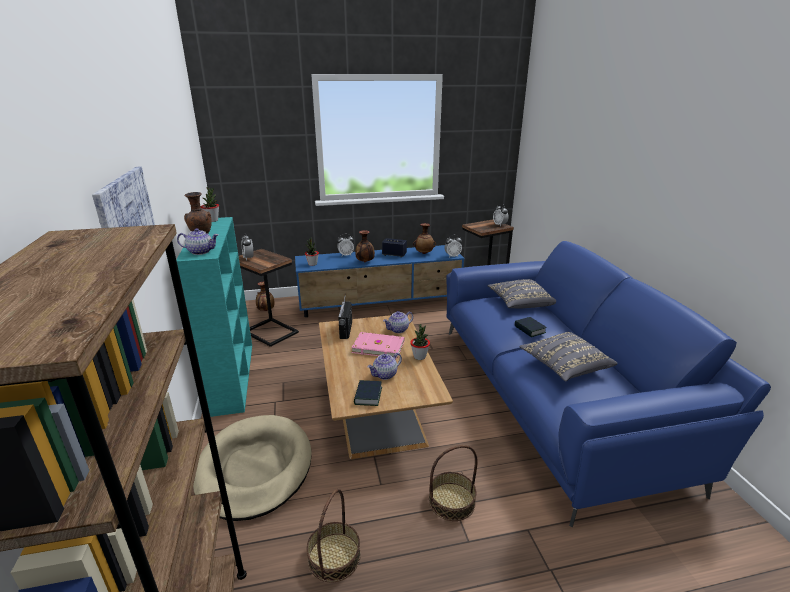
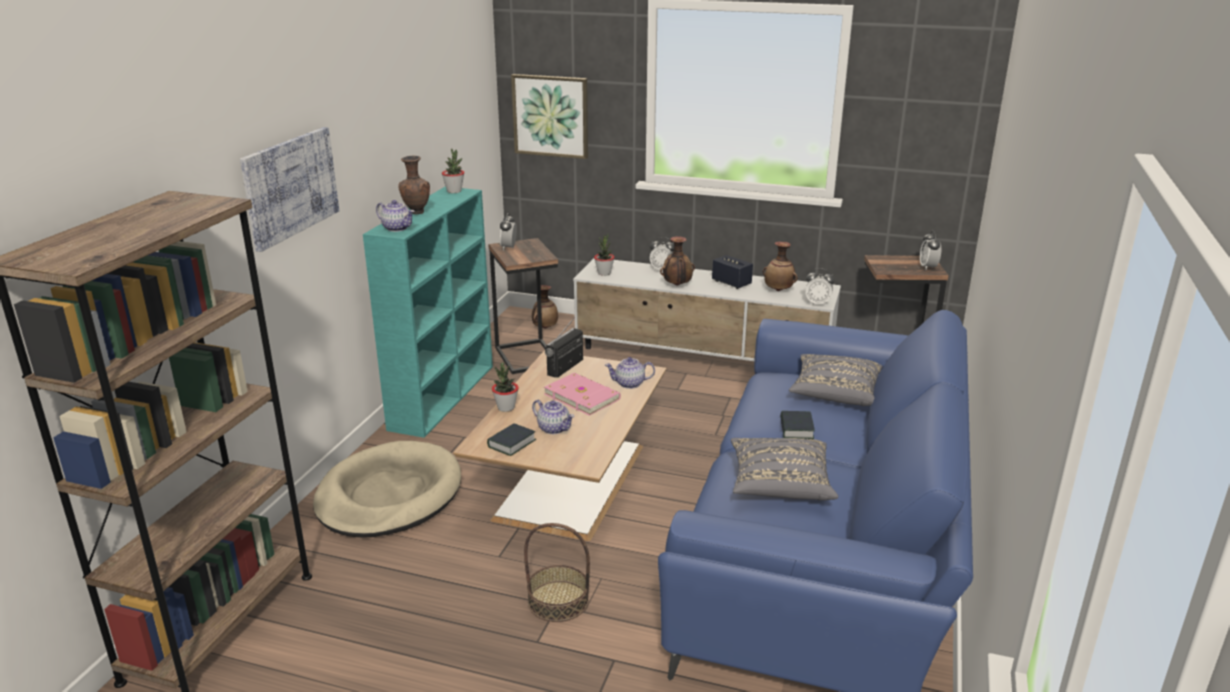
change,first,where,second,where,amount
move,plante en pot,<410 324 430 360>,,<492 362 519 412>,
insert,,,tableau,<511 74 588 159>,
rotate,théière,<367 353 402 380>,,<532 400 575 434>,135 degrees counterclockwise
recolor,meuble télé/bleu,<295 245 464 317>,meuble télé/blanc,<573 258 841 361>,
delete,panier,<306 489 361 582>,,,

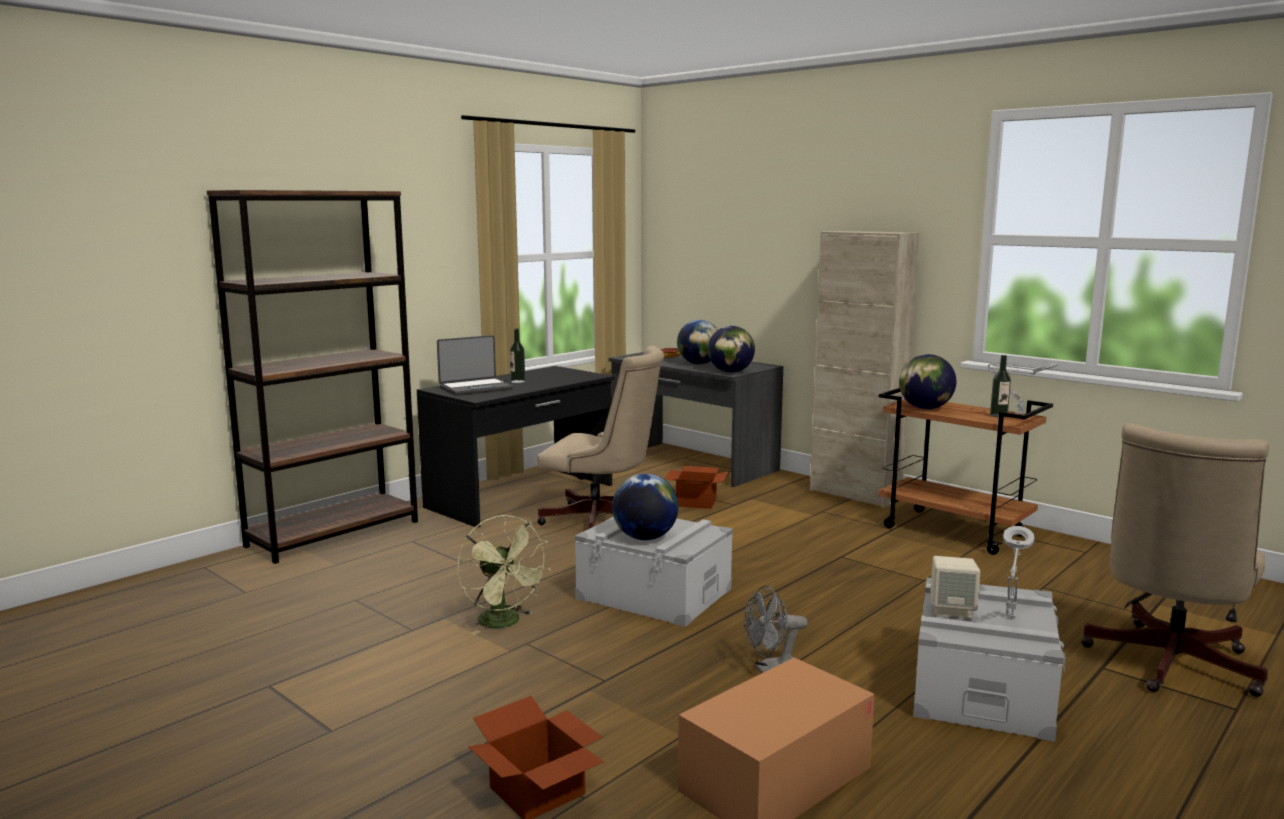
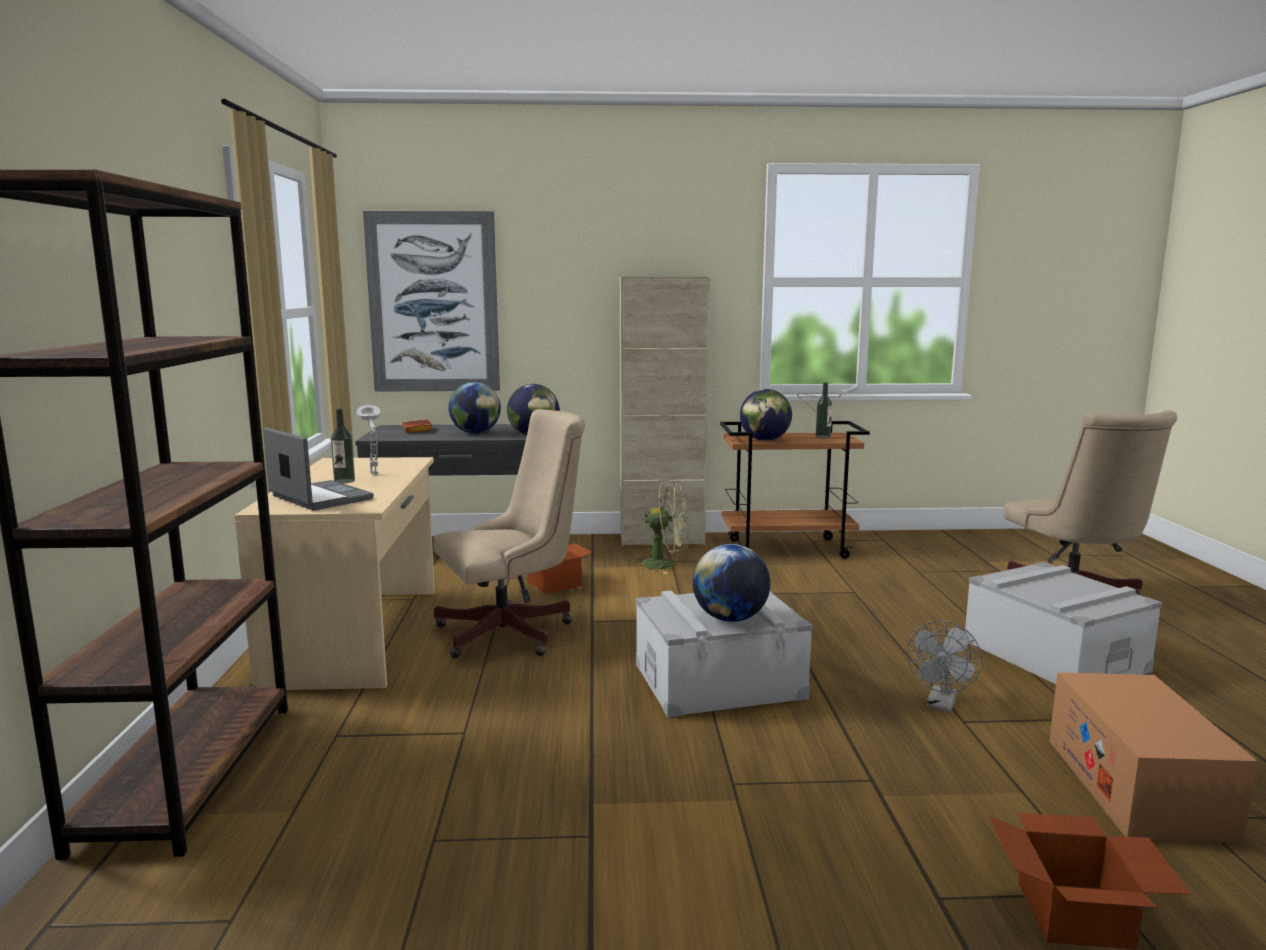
change,first,where,second,where,amount
recolor,bureau/noir,<417 366 615 528>,bureau/beige,<235 457 435 690>,
rotate,ordinateur portable,<437 335 513 396>,,<263 428 374 511>,60 degrees counterclockwise
move,lampe de table/gris,<1003 526 1035 618>,,<357 405 381 474>,
insert,,,tableau,<363 211 500 392>,
move,ventilateur/vert,<457 515 551 635>,,<634 482 689 574>,
delete,enceinte/beige,<931 556 980 619>,,,

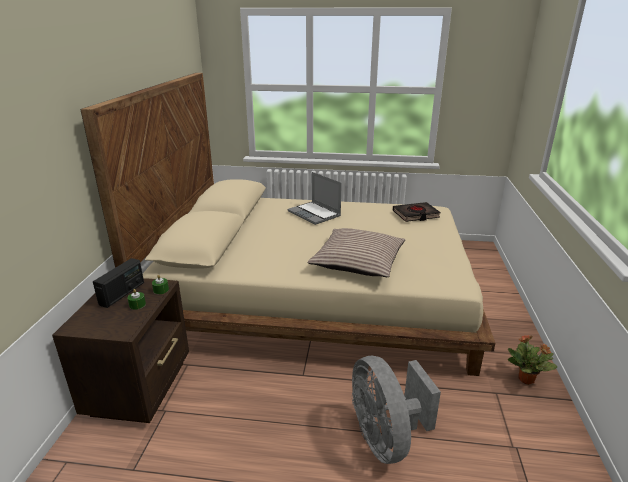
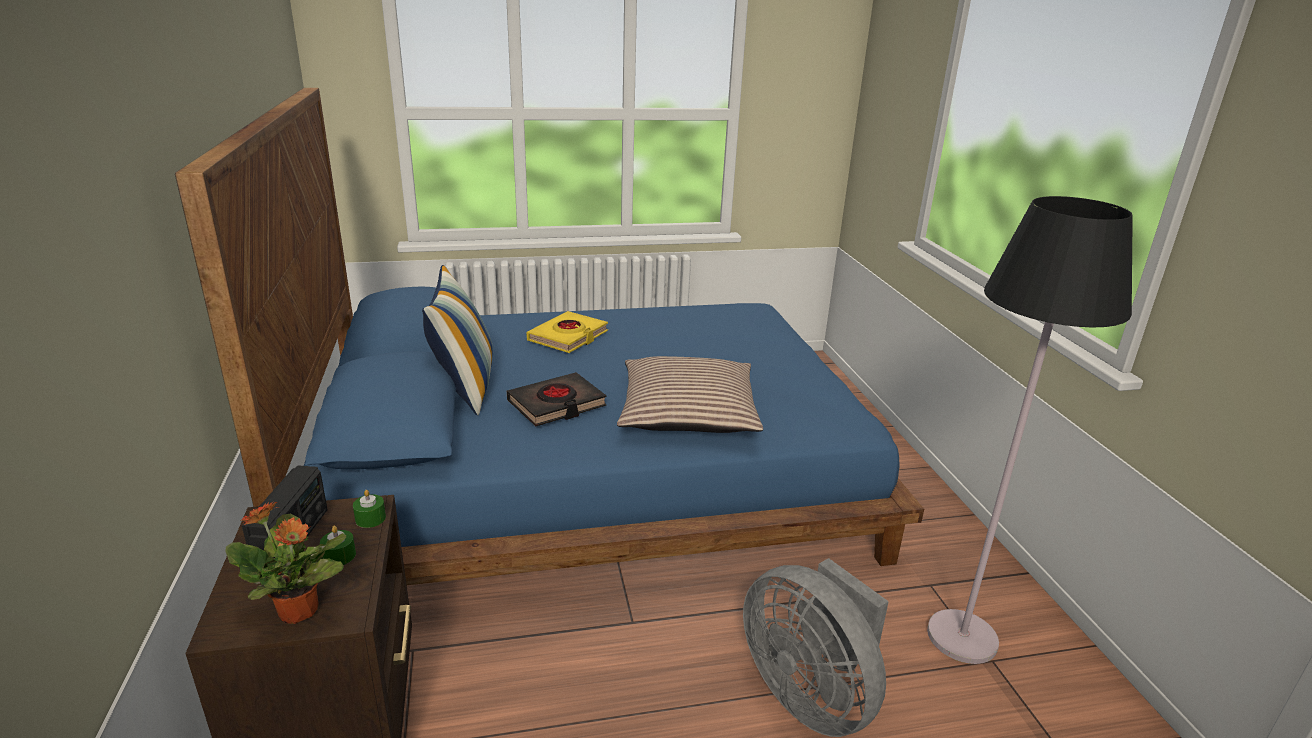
change,first,where,second,where,amount
recolor,lit/beige,<81 73 495 376>,lit/bleu,<175 88 924 585>,
move,plante en pot,<507 335 557 385>,,<225 502 346 624>,
insert,,,coussin,<422 265 493 416>,
move,livre/noir,<393 202 441 222>,,<507 372 607 426>,
replace,ordinateur portable,<288 172 342 225>,livre/jaune,<526 311 608 353>,
insert,,,lampadaire/noir,<927 196 1133 664>,

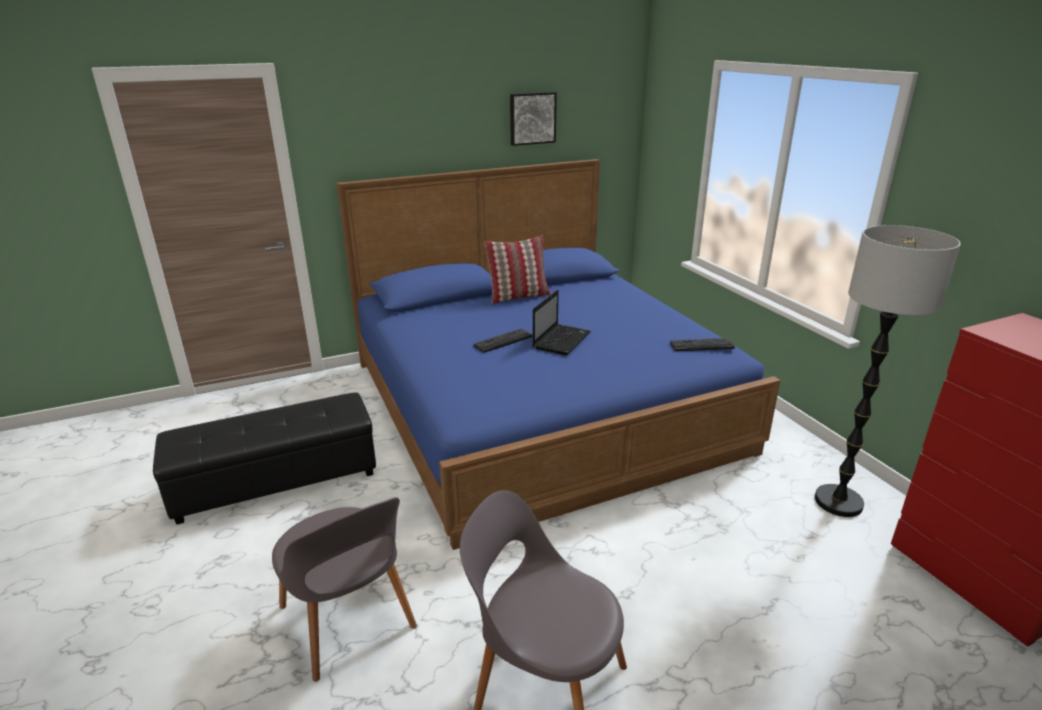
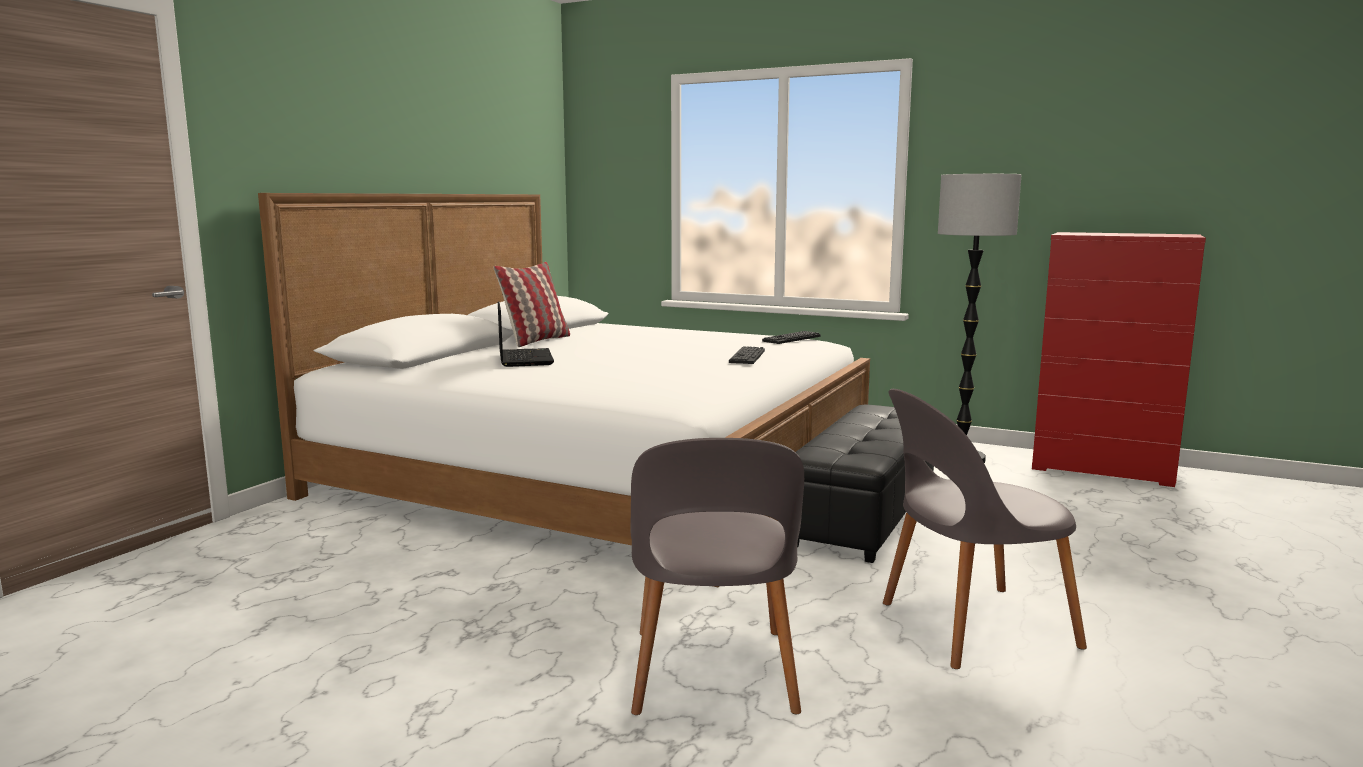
change,first,where,second,where,amount
recolor,lit/bleu,<336 159 780 550>,lit/blanc,<258 193 870 587>,
move,ordinateur portable,<533 290 591 355>,,<498 301 554 367>,
rotate,chaise/gris,<272 497 417 682>,,<630 438 804 715>,75 degrees clockwise
move,clavier,<473 329 532 353>,,<729 346 765 364>,
move,pouf/noir,<153 392 376 524>,,<796 404 934 563>,
delete,tableau,<510 92 557 146>,,,

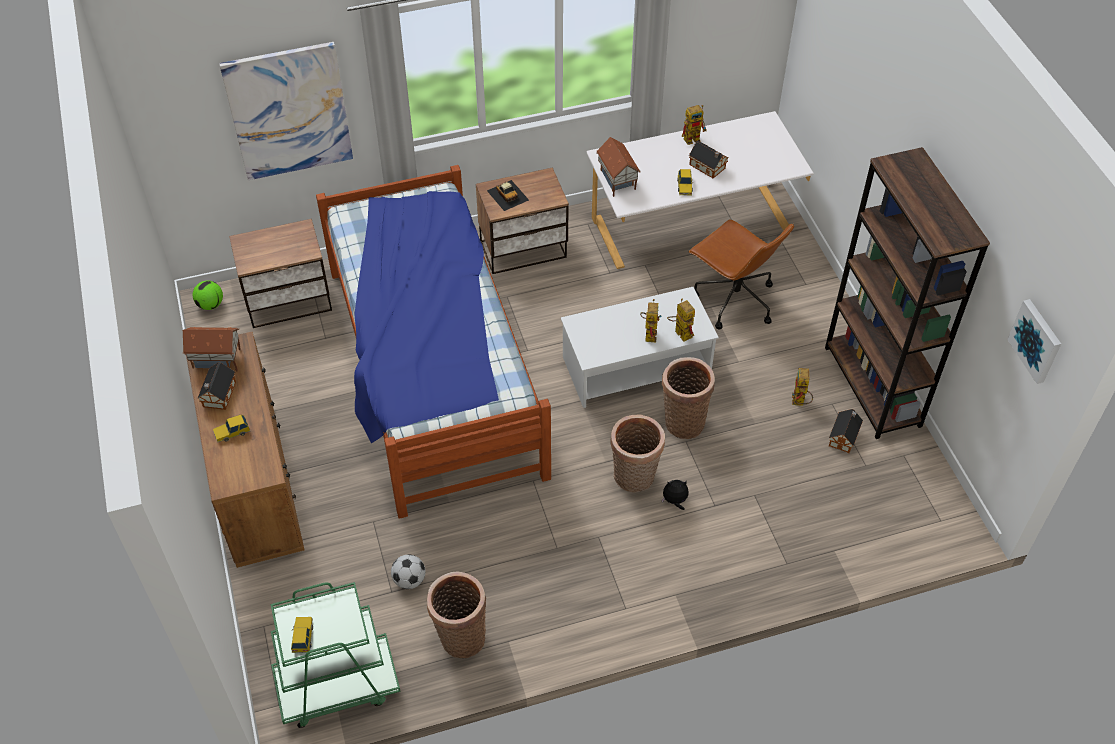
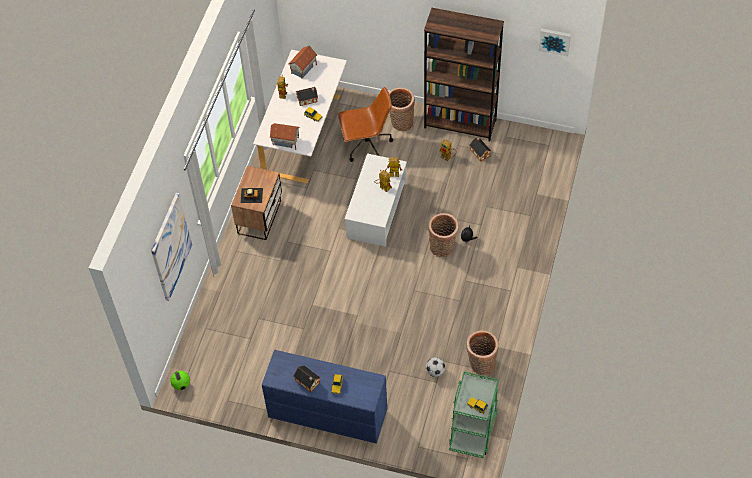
change,first,where,second,where,amount
recolor,commode/marron,<186 332 305 568>,commode/bleu,<262 350 387 444>,
move,maison miniature,<183 327 241 371>,,<288 46 317 79>,
move,panier,<662 357 715 439>,,<389 87 415 131>,
delete,table de chevet,<229 219 332 328>,,,
delete,lit,<316 165 551 519>,,,

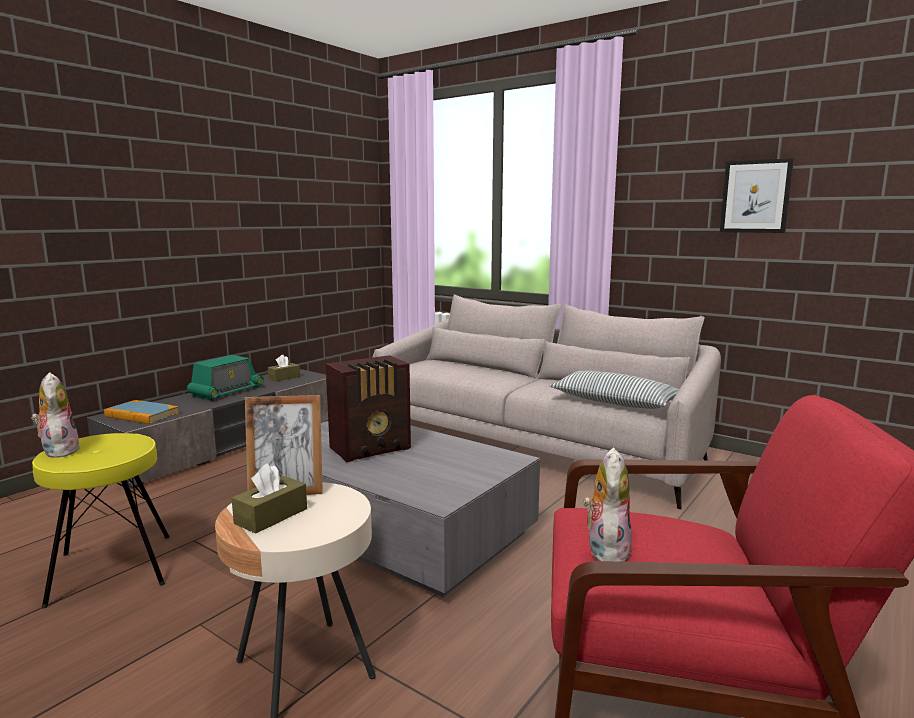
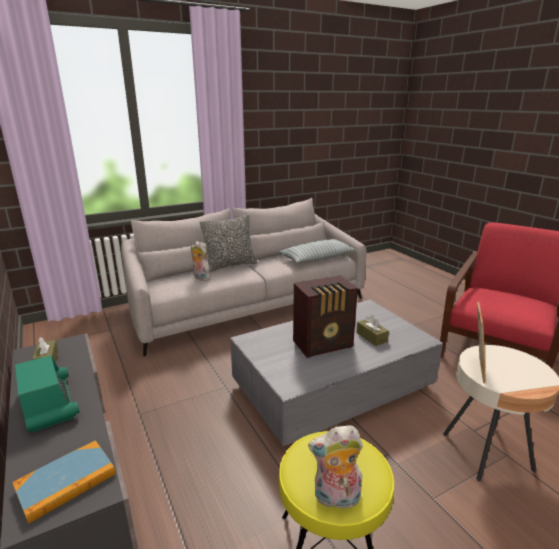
change,first,where,second,where,amount
move,peluche,<583 447 632 562>,,<191 241 211 281>,
insert,,,coussin,<200 215 257 272>,
rotate,radio,<326 355 411 462>,,<293 275 358 358>,75 degrees clockwise
move,boîte à mouchoirs/marron,<232 463 307 534>,,<356 315 389 346>,
delete,tableau,<720 158 794 233>,,,

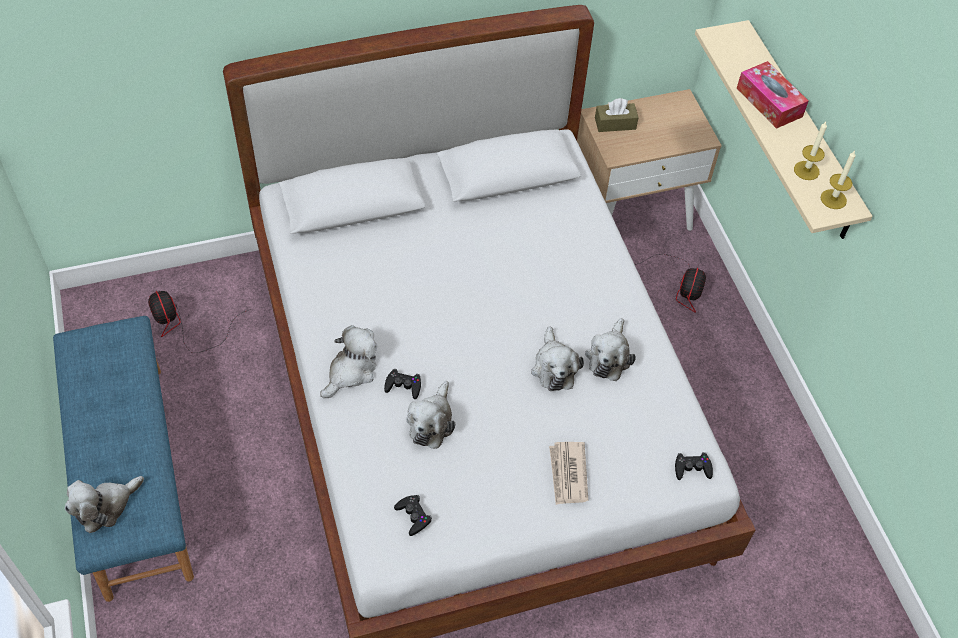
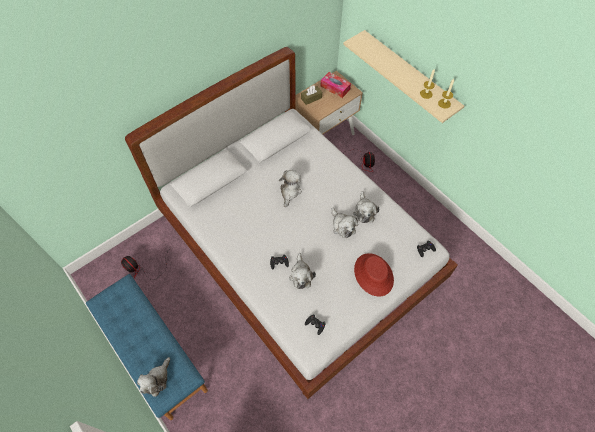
change,first,where,second,where,amount
move,peluche,<320 325 377 398>,,<279 170 302 207>,
move,boîte à mouchoirs,<737 61 809 129>,,<320 72 351 98>,
replace,journal,<549 442 588 505>,chapeau/rouge,<354 253 394 296>,

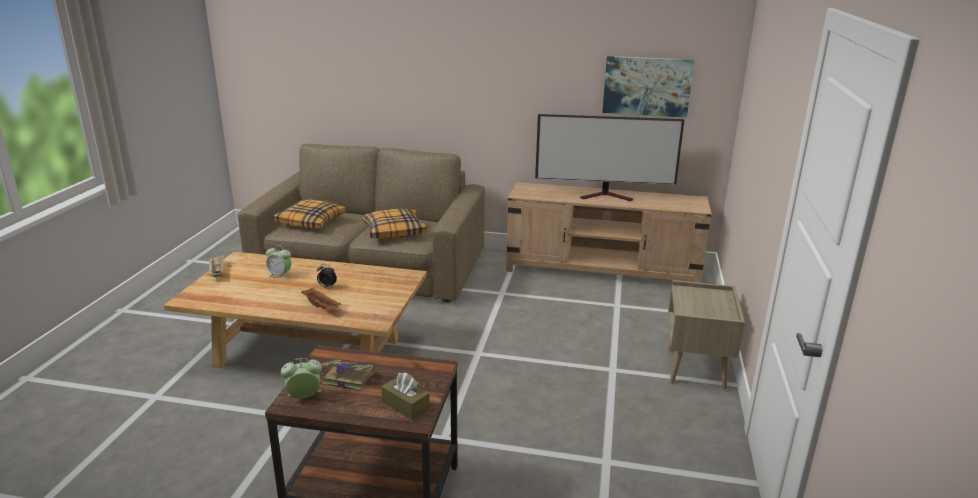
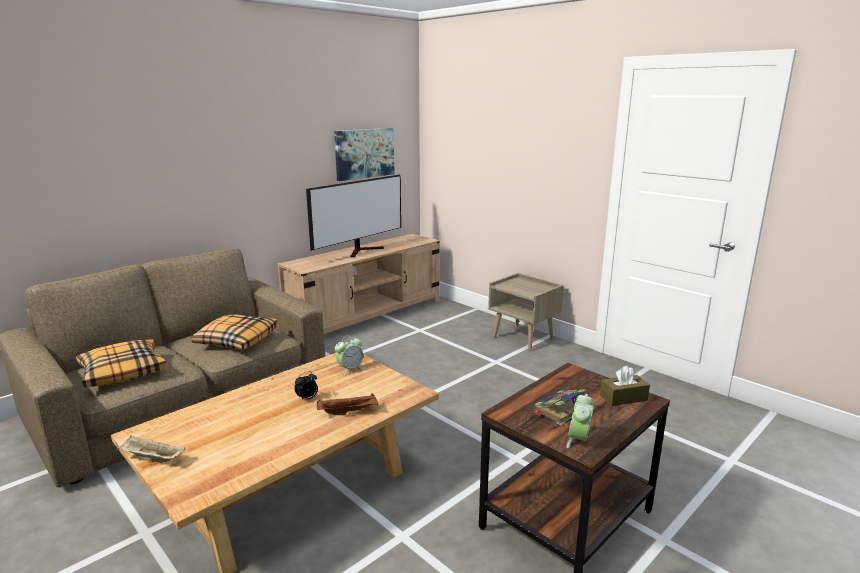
change,first,where,second,where,amount
move,réveil,<266 245 292 280>,,<335 335 364 376>,

